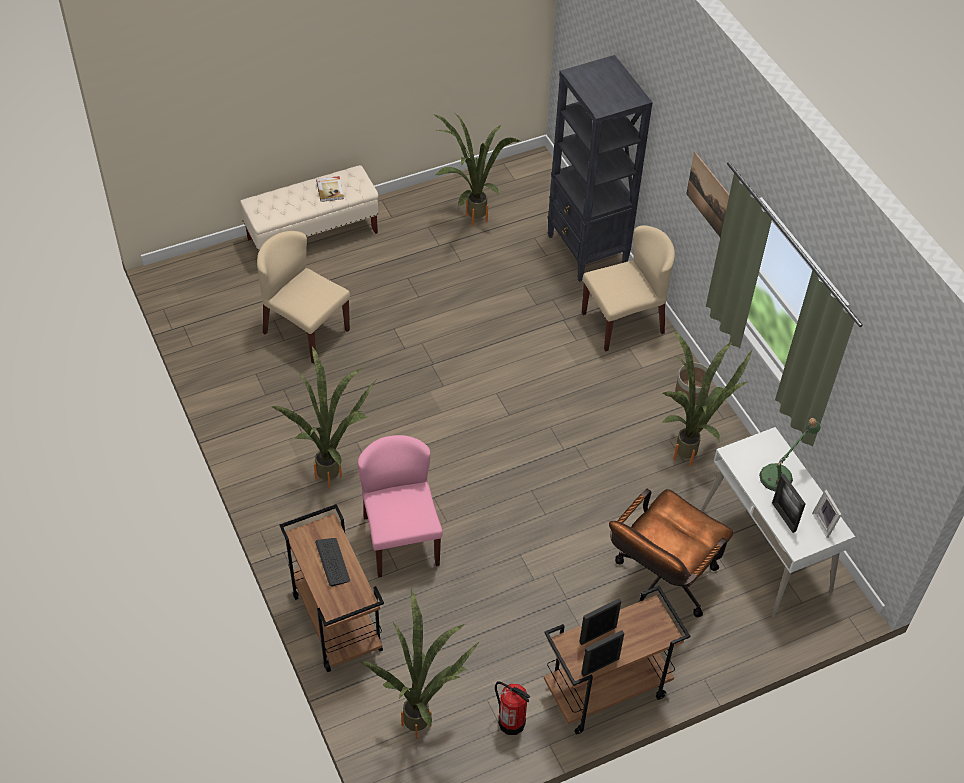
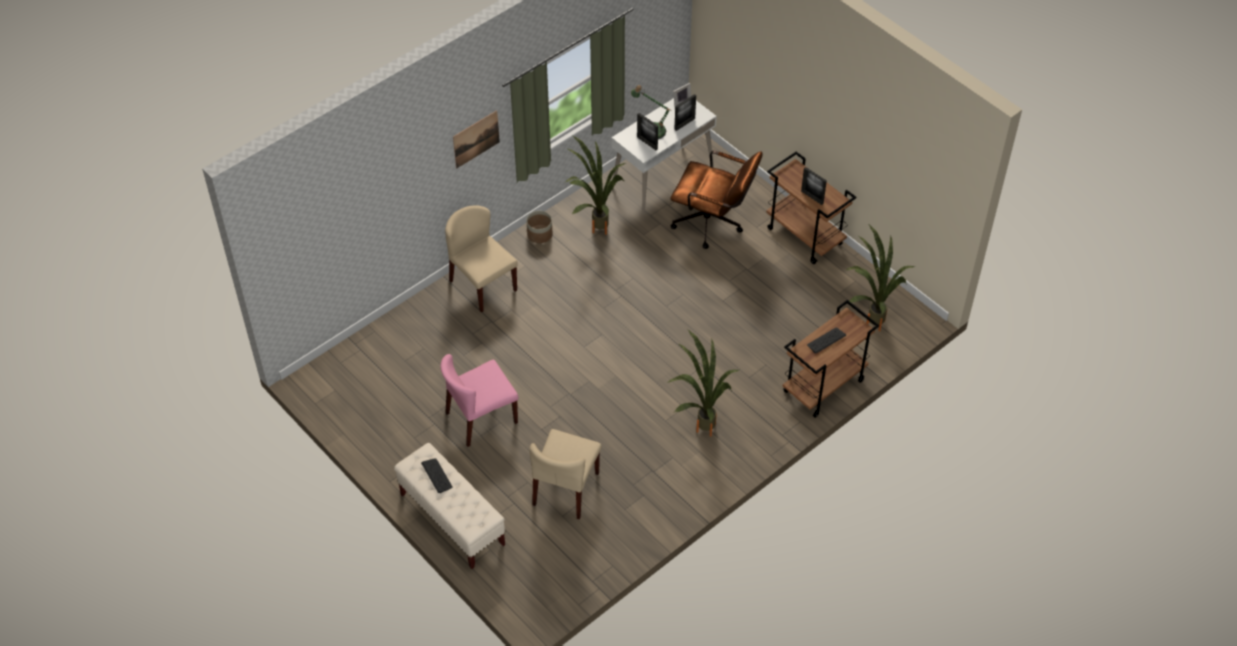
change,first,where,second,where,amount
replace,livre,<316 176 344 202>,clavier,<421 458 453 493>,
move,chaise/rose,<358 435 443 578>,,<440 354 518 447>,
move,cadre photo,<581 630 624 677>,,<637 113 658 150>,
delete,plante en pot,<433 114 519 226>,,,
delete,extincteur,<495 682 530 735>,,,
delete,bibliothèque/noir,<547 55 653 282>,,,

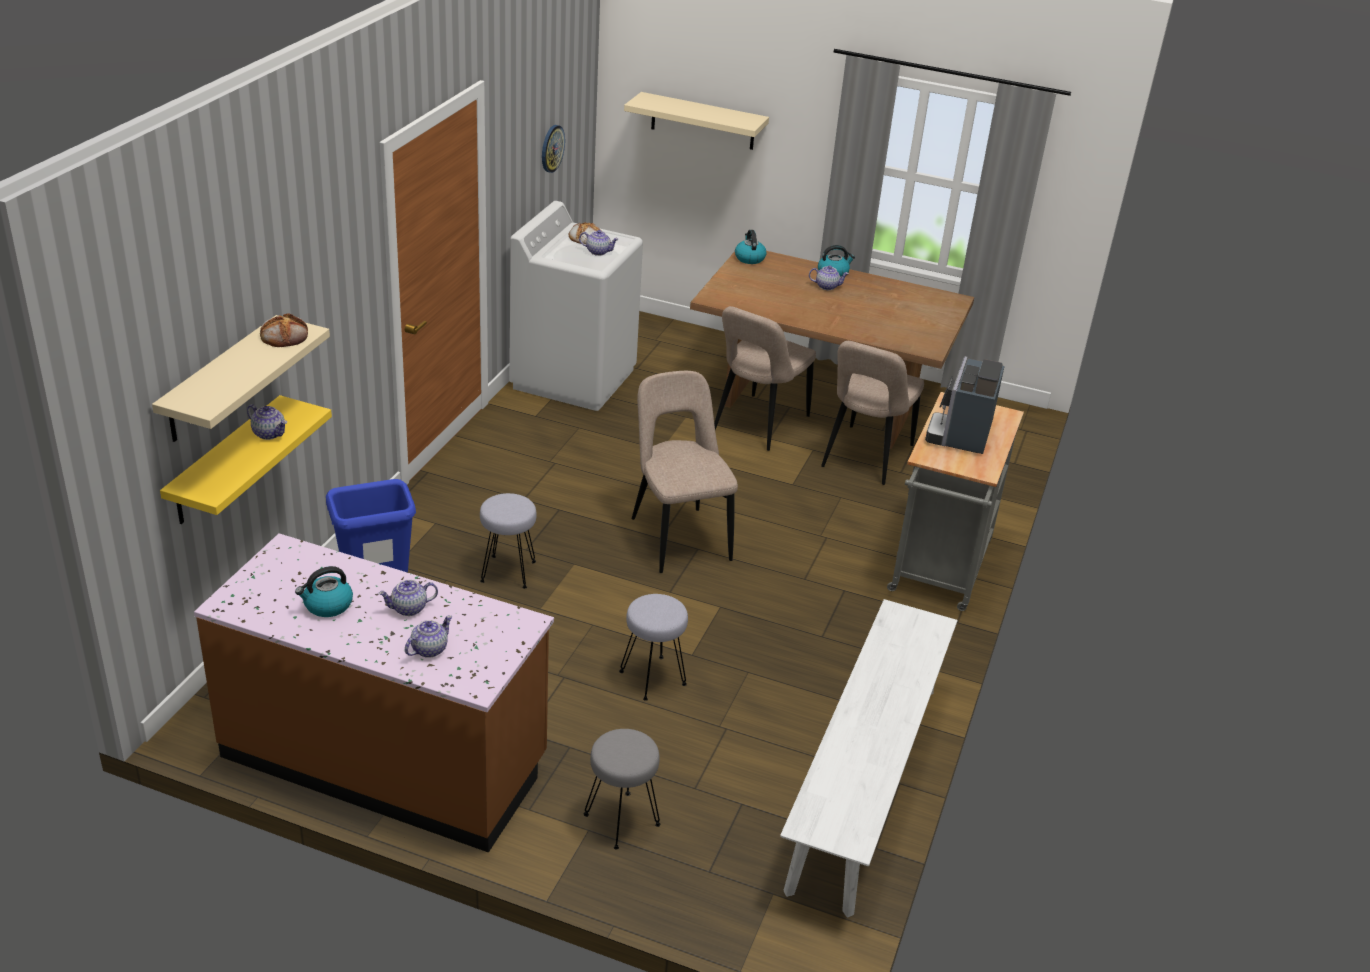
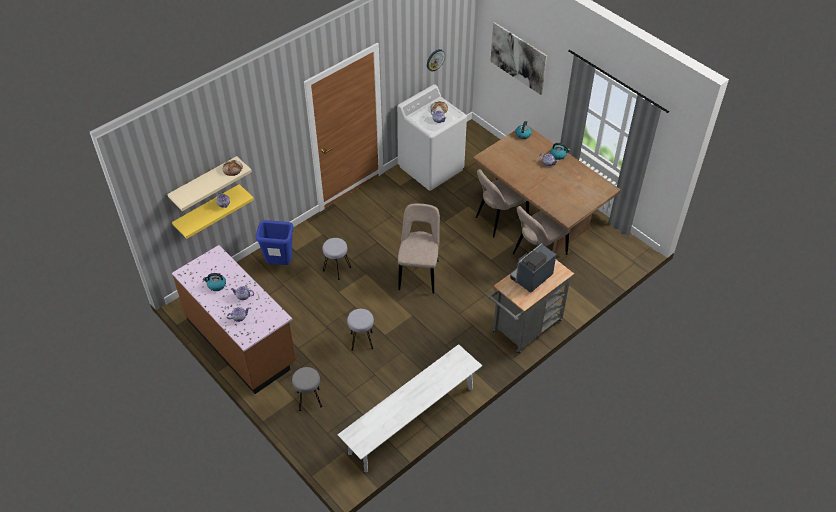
change,first,where,second,where,amount
replace,étagère/beige,<624 92 769 150>,tableau,<490 22 547 95>,

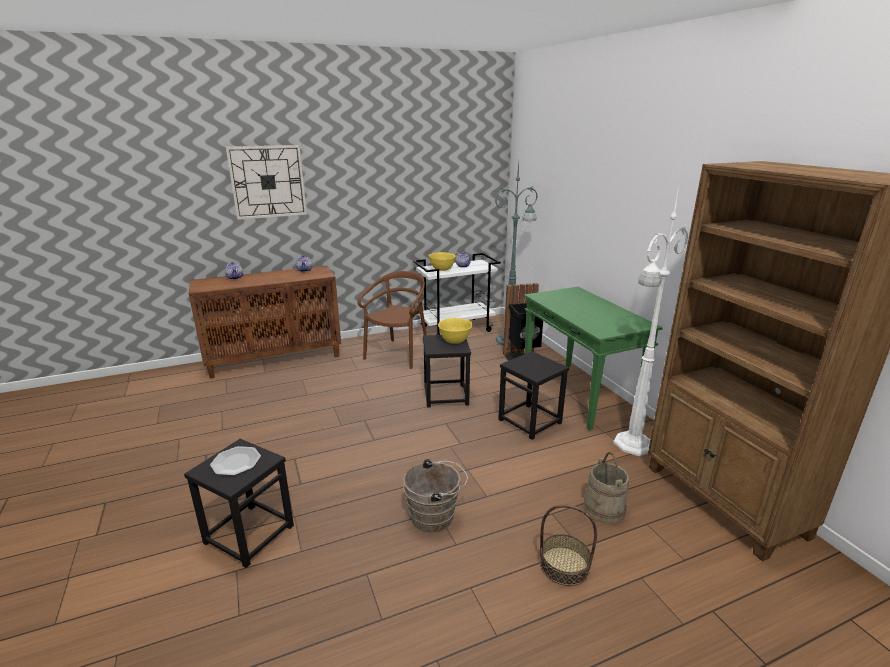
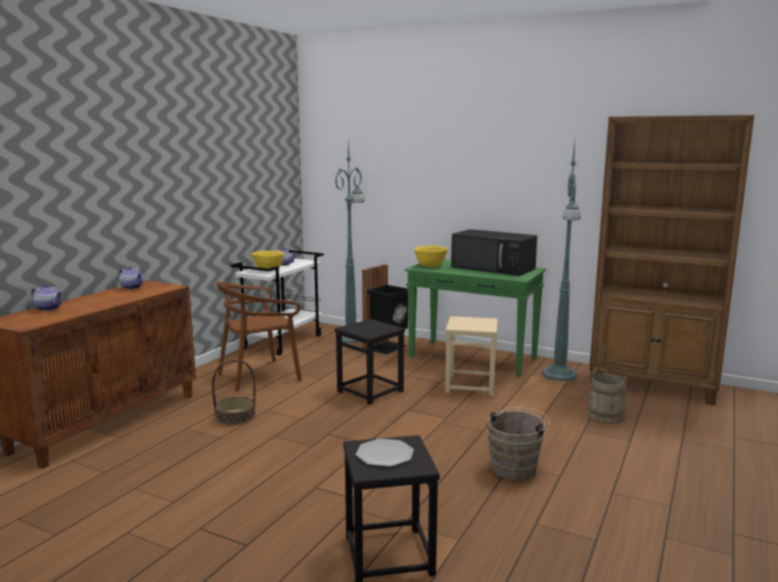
change,first,where,second,where,amount
move,panier,<540 504 597 586>,,<212 359 255 425>,
rotate,chaise/marron,<357 271 427 369>,,<216 282 302 391>,105 degrees counterclockwise
move,bol/jaune,<438 318 473 344>,,<414 246 448 267>,
recolor,tabouret/noir,<498 351 569 440>,tabouret/beige,<445 316 498 396>,
insert,,,micro-ondes/noir,<451 229 537 276>,
recolor,lampadaire/blanc,<613 187 688 456>,lampadaire/vert,<542 141 581 381>,
delete,horloge murale,<226 145 307 220>,,,

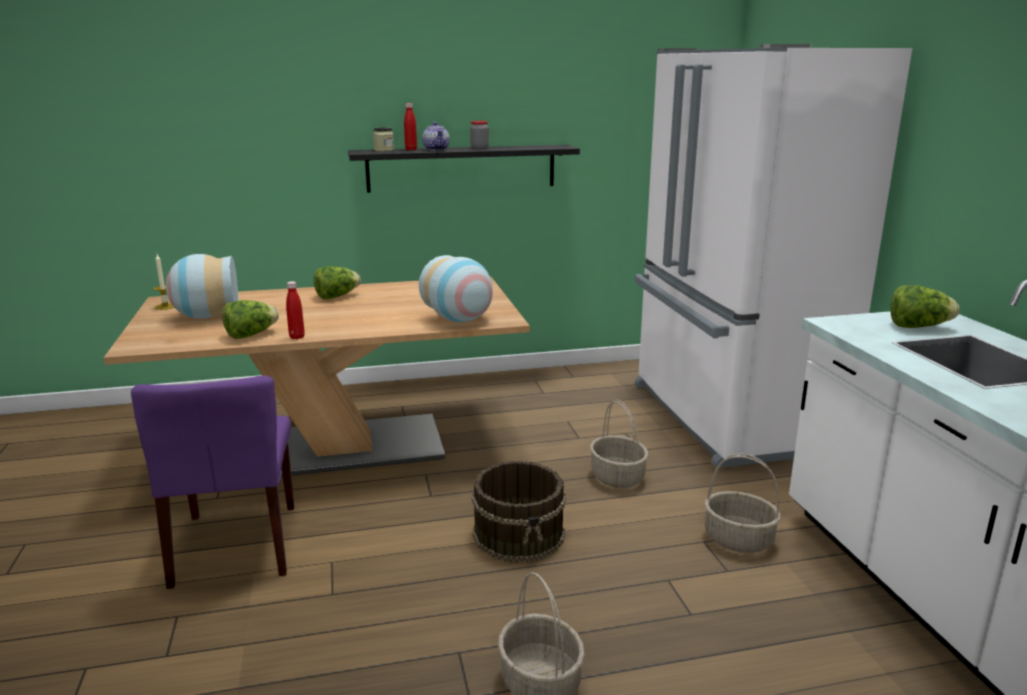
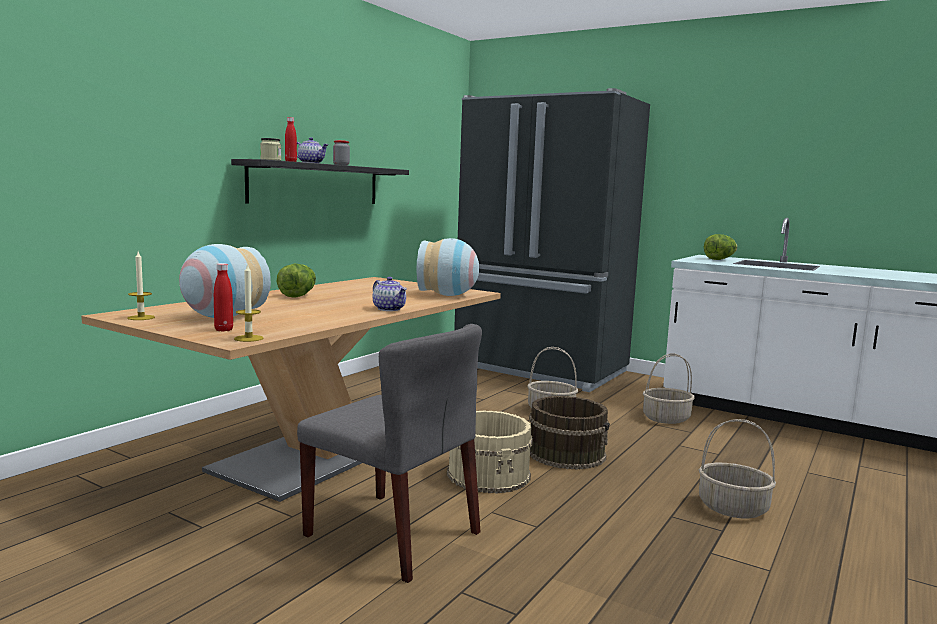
change,first,where,second,where,amount
move,bouteille/rouge,<286 281 305 339>,,<214 263 233 332>,
insert,,,bougie,<234 263 264 342>,
recolor,chaise/violet,<131 376 294 589>,chaise/gris,<297 324 482 583>,
insert,,,théière,<373 277 407 311>,
insert,,,seau/beige,<447 410 533 494>,
recolor,réfrigérateur/blanc,<634 44 912 468>,réfrigérateur/noir,<454 88 650 392>,
delete,laitue,<222 300 279 339>,,,

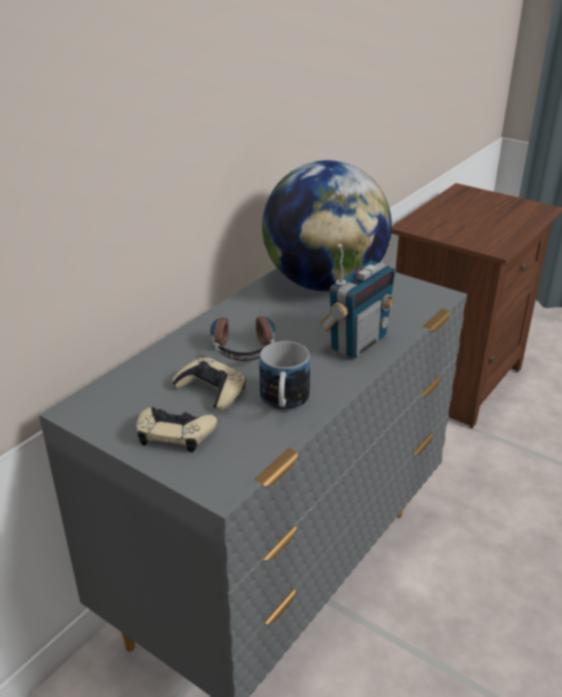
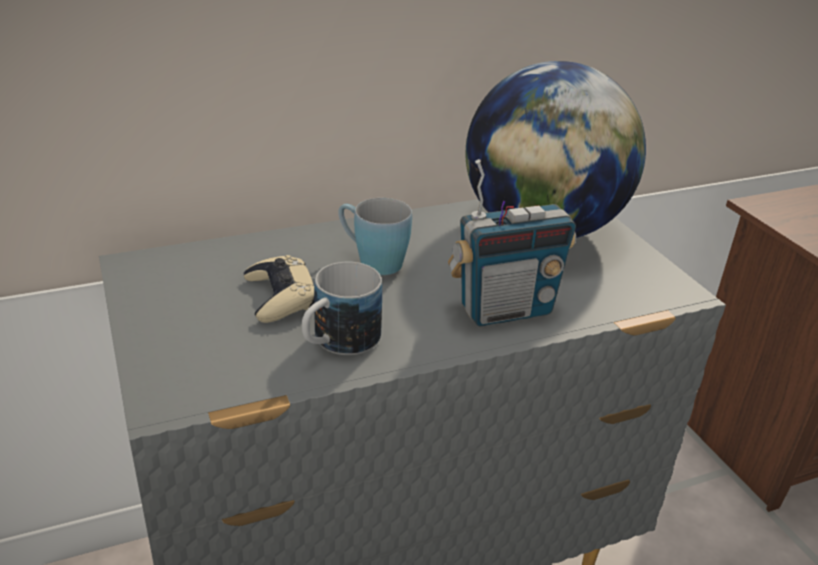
change,first,where,second,where,amount
replace,casque audio,<210 310 275 361>,mug/bleu,<338 198 412 275>,
delete,manette/beige,<136 407 217 452>,,,

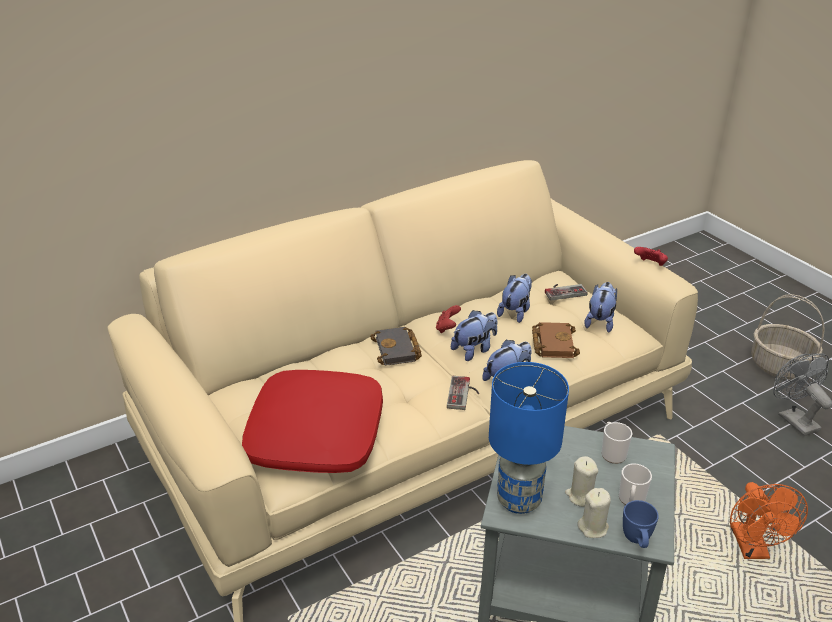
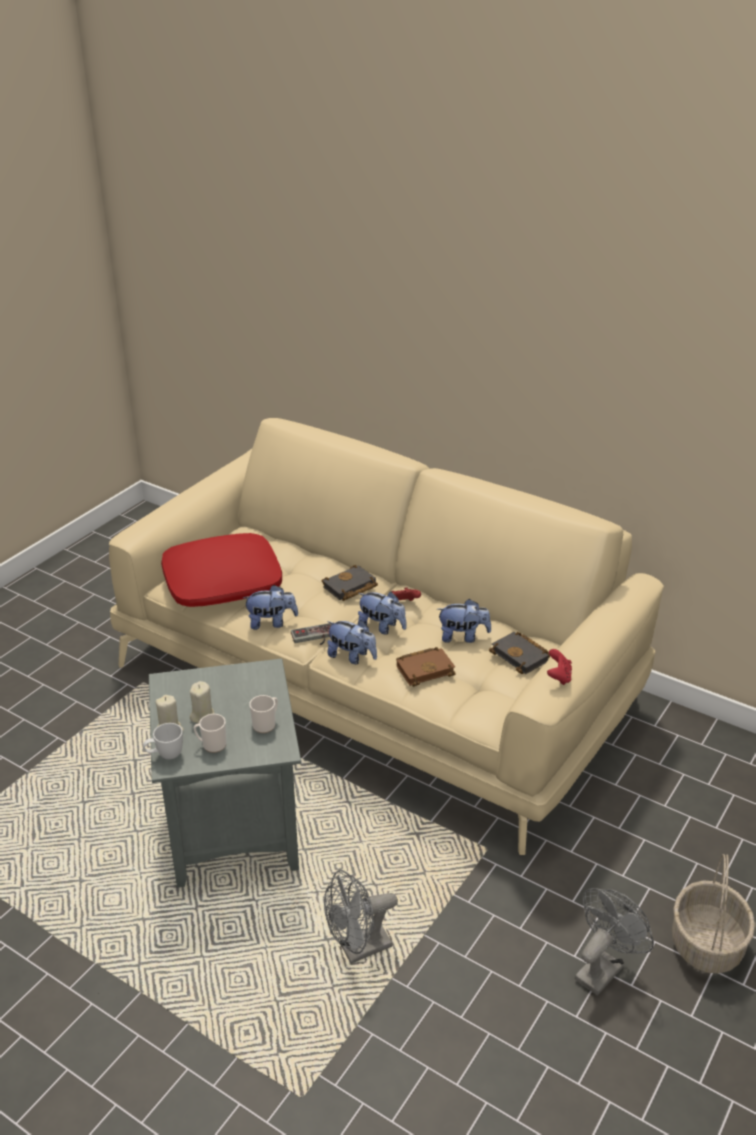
change,first,where,second,where,amount
recolor,mug/bleu,<623 500 659 548>,mug/blanc,<143 723 183 759>,
move,peluche,<584 282 617 333>,,<243 585 298 630>,
recolor,ventilateur/orange,<730 482 808 559>,ventilateur/gris,<324 870 398 964>,
replace,manette,<545 284 588 301>,livre/noir,<489 632 550 674>,
delete,lampe de table/bleu,<489 362 569 514>,,,

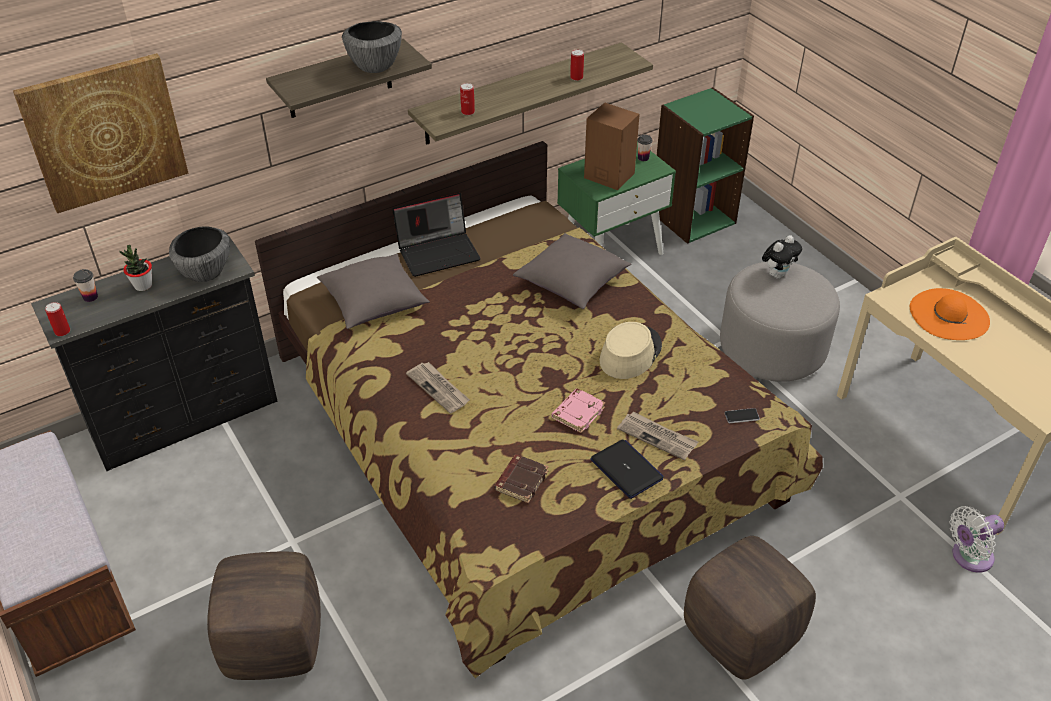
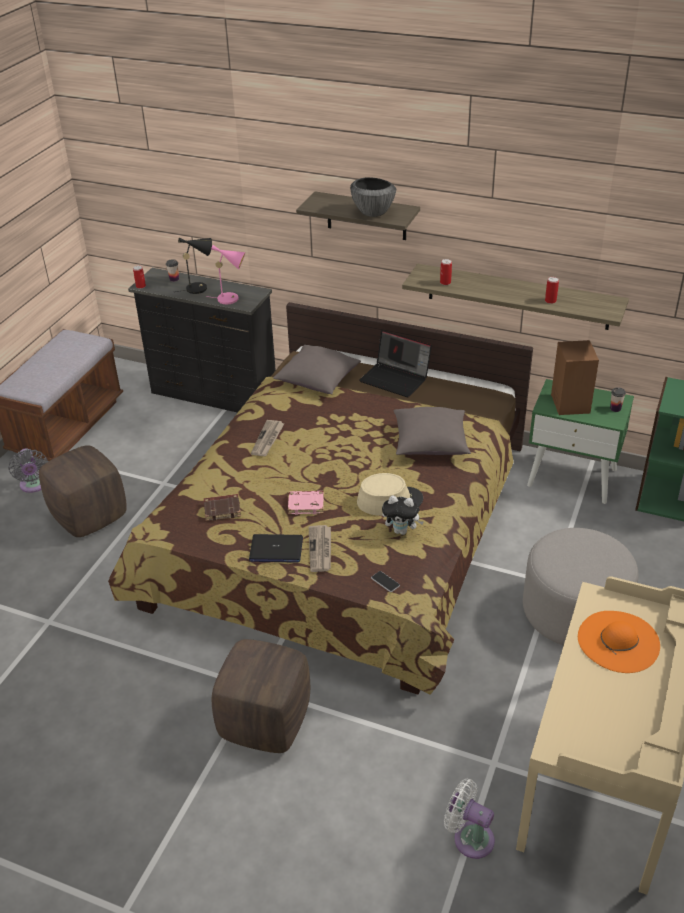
change,first,where,second,where,amount
insert,,,ventilateur/gris,<8 448 48 493>,
replace,plante en pot,<120 245 152 291>,lampe de table/noir,<176 238 212 294>,
replace,bol,<169 226 230 282>,lampe de table/rose,<205 245 245 304>,
rotate,ordinateur portable,<590 439 664 499>,,<249 534 303 563>,75 degrees clockwise
move,peluche,<762 235 802 279>,,<382 495 423 535>,
delete,tableau,<13 53 188 213>,,,

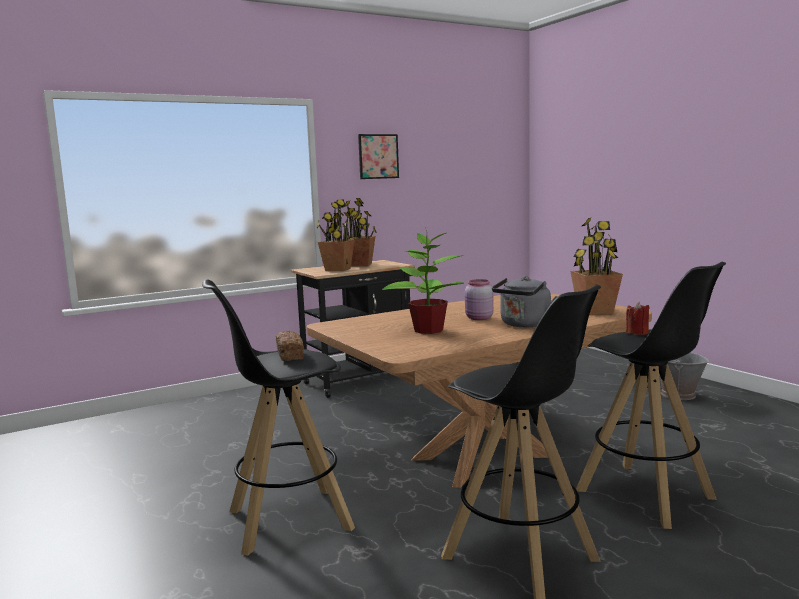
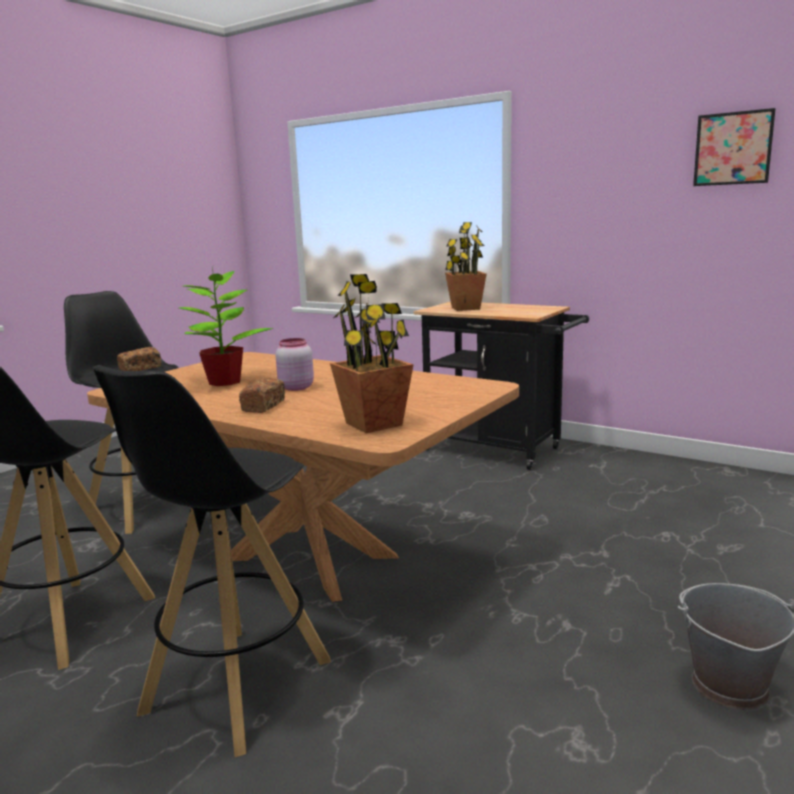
change,first,where,second,where,amount
replace,bouilloire/gris,<492 276 557 327>,pain,<239 378 285 413>,
move,tableau,<358 134 399 179>,,<693 108 775 186>,
delete,plante en pot,<342 198 377 266>,,,
delete,bougie/rouge,<626 302 650 335>,,,

